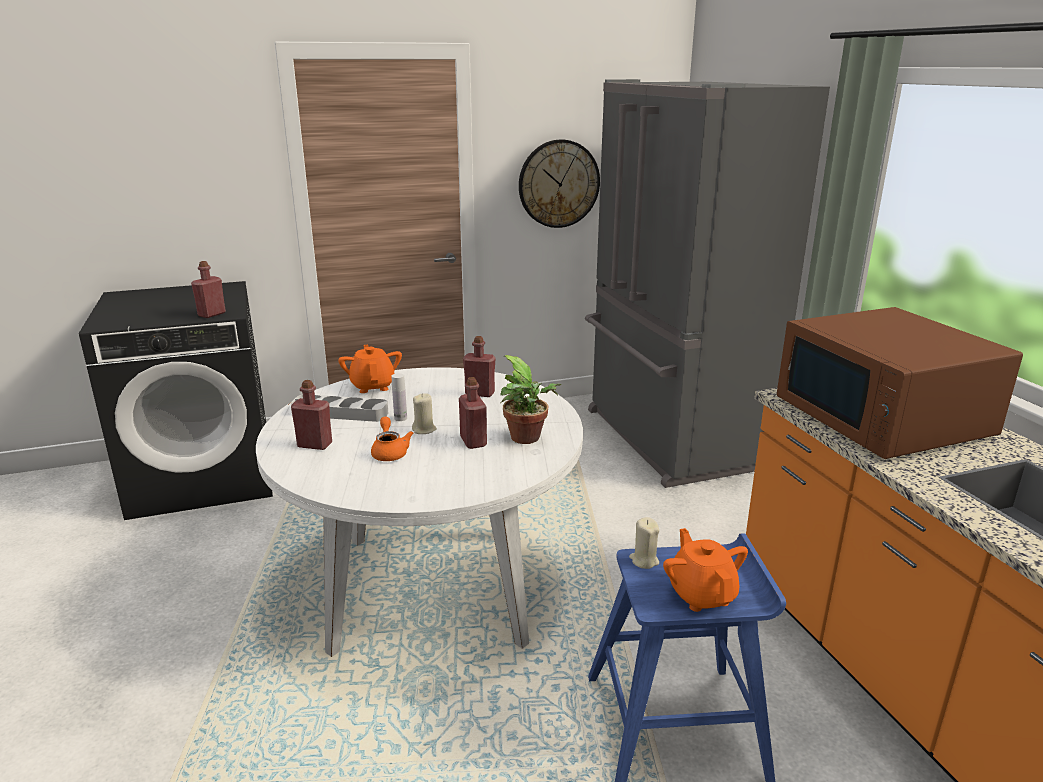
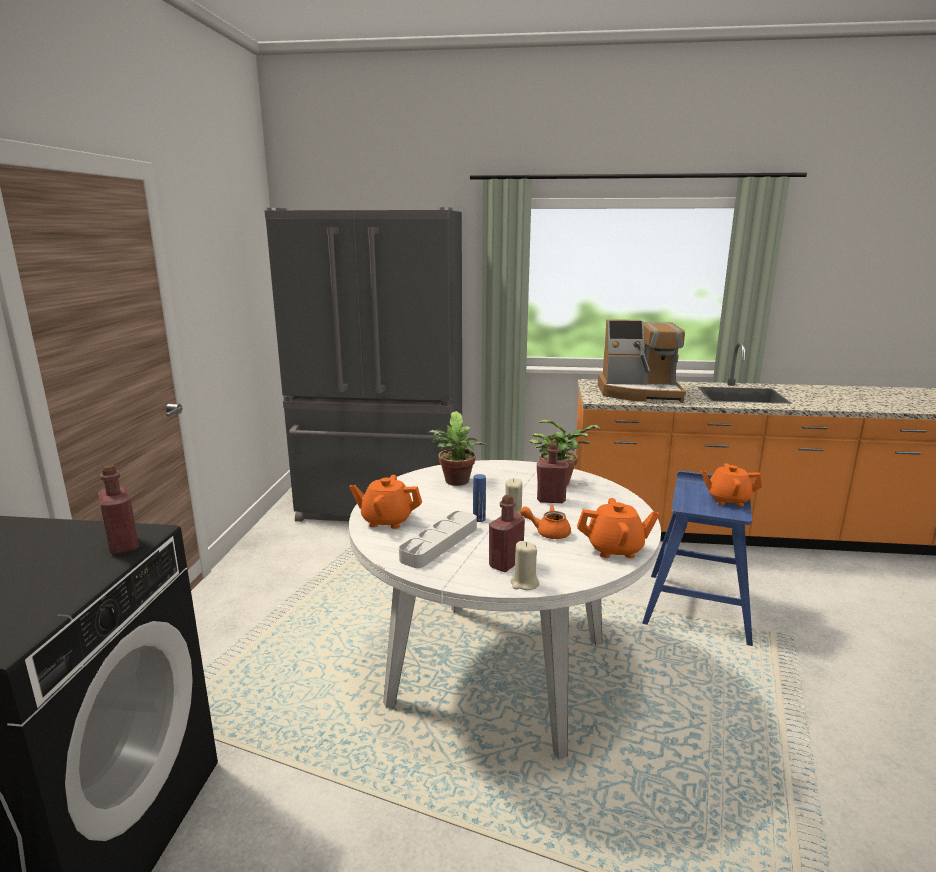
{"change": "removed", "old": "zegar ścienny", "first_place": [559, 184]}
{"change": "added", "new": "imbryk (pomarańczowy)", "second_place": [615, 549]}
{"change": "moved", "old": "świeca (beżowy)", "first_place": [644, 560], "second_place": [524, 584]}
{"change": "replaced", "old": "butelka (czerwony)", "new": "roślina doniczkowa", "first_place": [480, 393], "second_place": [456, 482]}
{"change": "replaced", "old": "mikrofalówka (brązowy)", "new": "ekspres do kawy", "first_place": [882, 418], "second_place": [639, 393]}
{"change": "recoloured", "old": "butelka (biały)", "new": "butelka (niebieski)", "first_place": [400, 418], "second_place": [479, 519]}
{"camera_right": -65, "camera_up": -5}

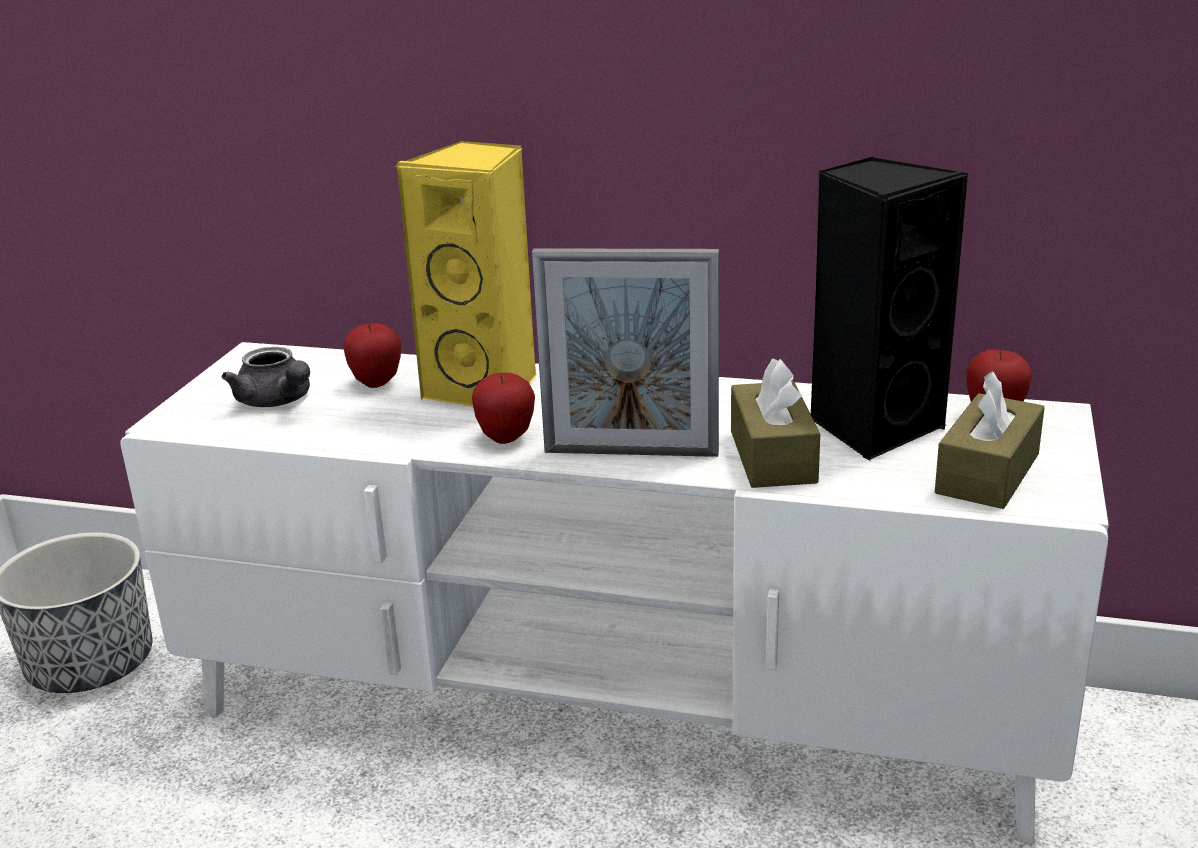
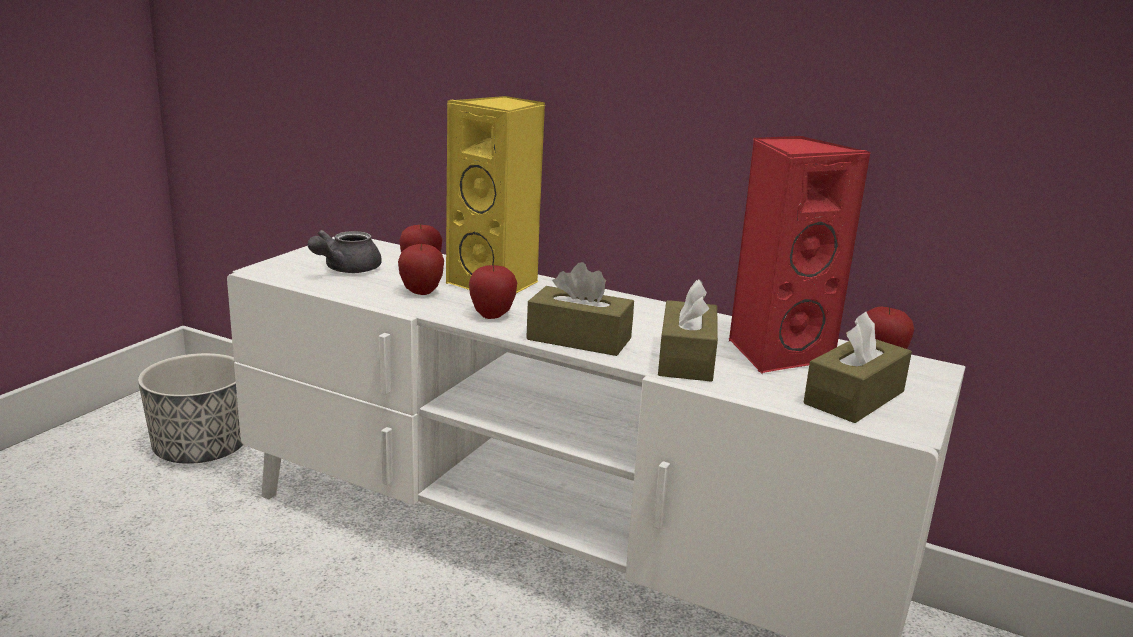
{"change": "added", "new": "jabłko", "second_place": [421, 292]}
{"change": "replaced", "old": "ramka na zdjęcie", "new": "pudełko chusteczek (brązowy)", "first_place": [631, 452], "second_place": [579, 339]}
{"change": "recoloured", "old": "głośnik (czarny)", "new": "głośnik (czerwony)", "first_place": [872, 427], "second_place": [776, 353]}
{"change": "turned", "old": "imbryk (szary)", "first_place": [277, 401], "second_place": [345, 269], "degrees": 60}
{"camera_right": 10, "camera_up": -5}

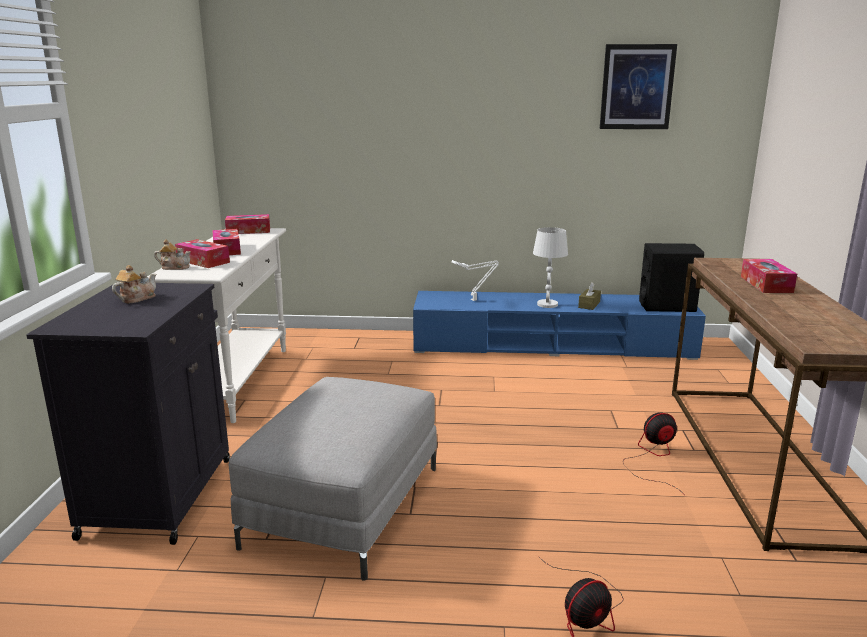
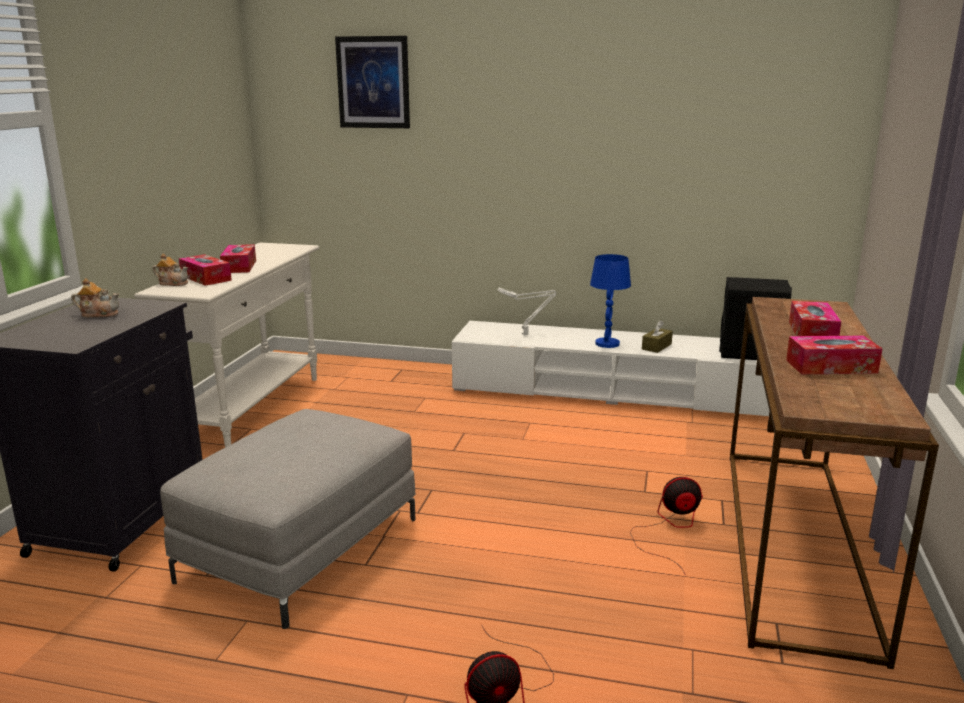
{"change": "moved", "old": "pudełko chusteczek", "first_place": [248, 231], "second_place": [831, 366]}
{"change": "moved", "old": "obraz", "first_place": [637, 87], "second_place": [373, 82]}
{"change": "recoloured", "old": "szafka pod telewizor (niebieski)", "new": "szafka pod telewizor (biały)", "first_place": [552, 345], "second_place": [615, 392]}
{"change": "recoloured", "old": "lampa stołowa (biały)", "new": "lampa stołowa (niebieski)", "first_place": [547, 304], "second_place": [607, 344]}
{"change": "turned", "old": "imbryk", "first_place": [136, 298], "second_place": [99, 314], "degrees": 45}
{"camera_right": 10, "camera_up": 0}

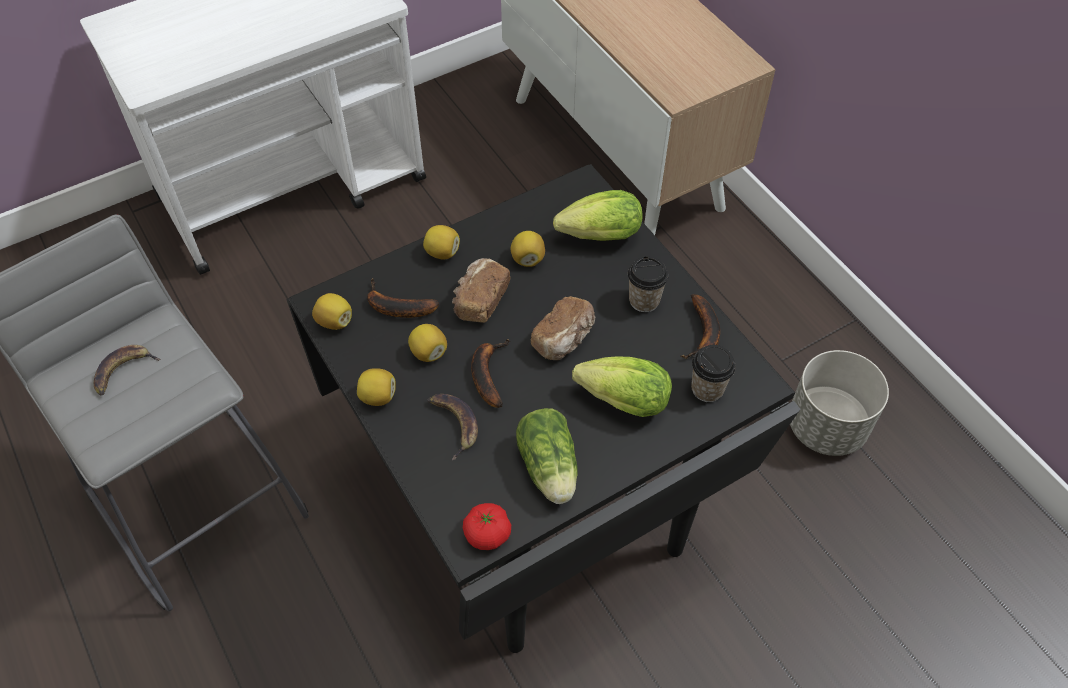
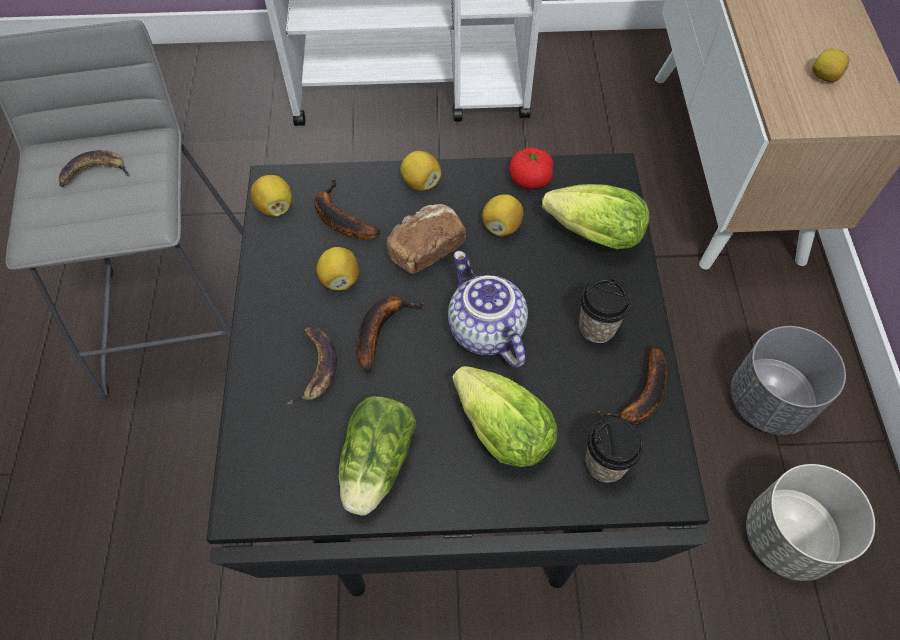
{"change": "added", "new": "donica (szary)", "second_place": [768, 401]}
{"change": "moved", "old": "cytryna", "first_place": [378, 396], "second_place": [825, 77]}
{"change": "moved", "old": "pomidor", "first_place": [487, 534], "second_place": [530, 179]}
{"change": "replaced", "old": "chleb", "new": "imbryk", "first_place": [564, 339], "second_place": [484, 330]}
{"camera_right": 30, "camera_up": 5}

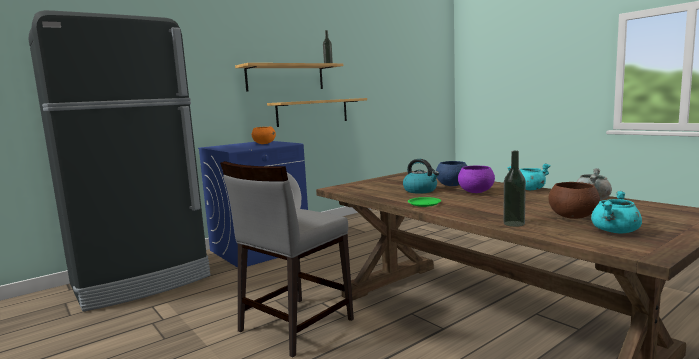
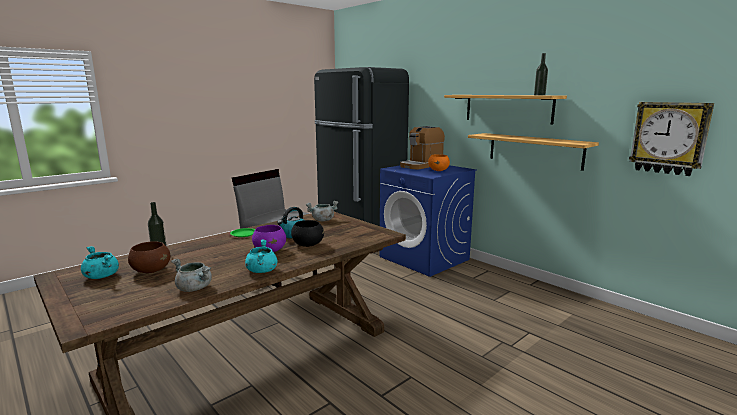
{"change": "added", "new": "garnek (szary)", "second_place": [323, 220]}
{"change": "added", "new": "ekspres do kawy", "second_place": [421, 165]}
{"change": "added", "new": "zegar ścienny", "second_place": [669, 138]}
{"change": "recoloured", "old": "miska (niebieski)", "new": "miska (czarny)", "first_place": [452, 185], "second_place": [308, 245]}
{"camera_right": 85, "camera_up": 5}

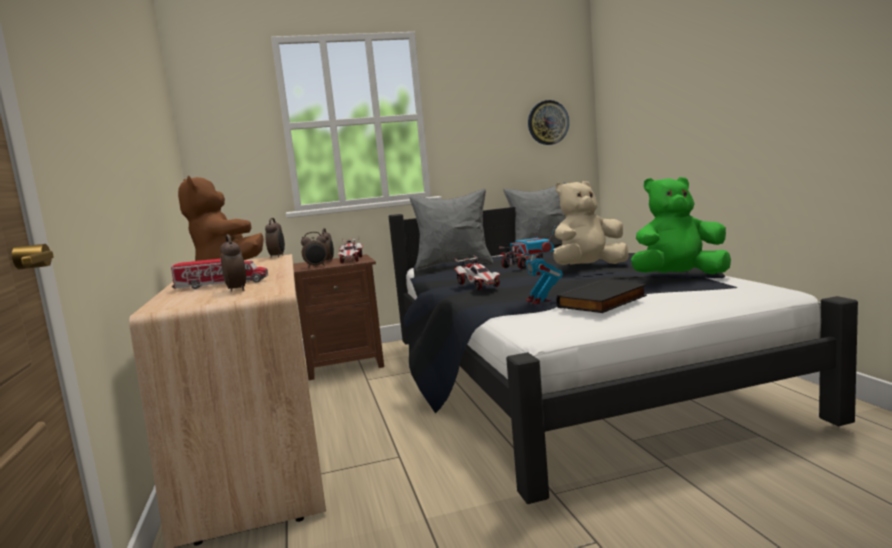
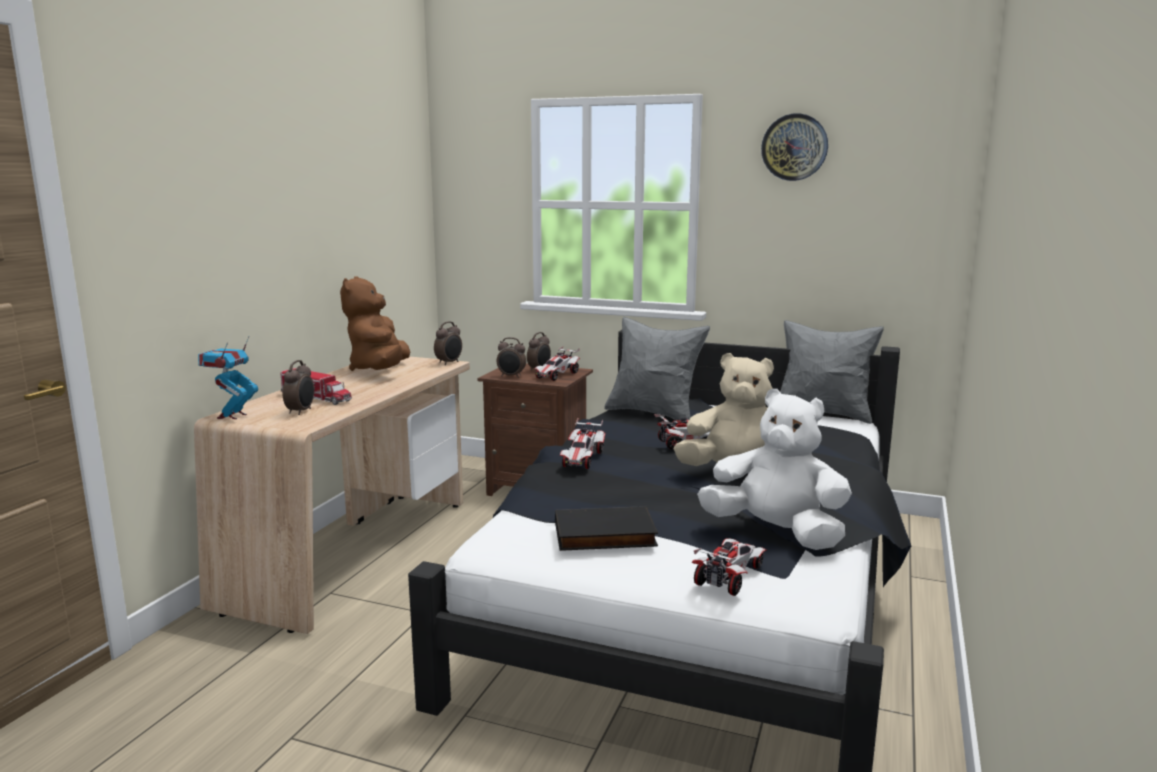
{"change": "added", "new": "samochodzik", "second_place": [729, 576]}
{"change": "moved", "old": "robot zabawkowy", "first_place": [538, 301], "second_place": [232, 416]}
{"change": "moved", "old": "zegar ścienny", "first_place": [548, 122], "second_place": [794, 147]}
{"change": "recoloured", "old": "pluszak (zielony)", "new": "pluszak (biały)", "first_place": [678, 277], "second_place": [775, 533]}
{"camera_right": 35, "camera_up": 5}

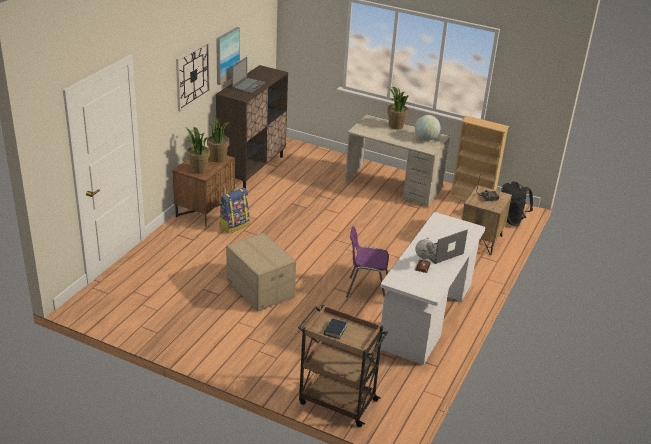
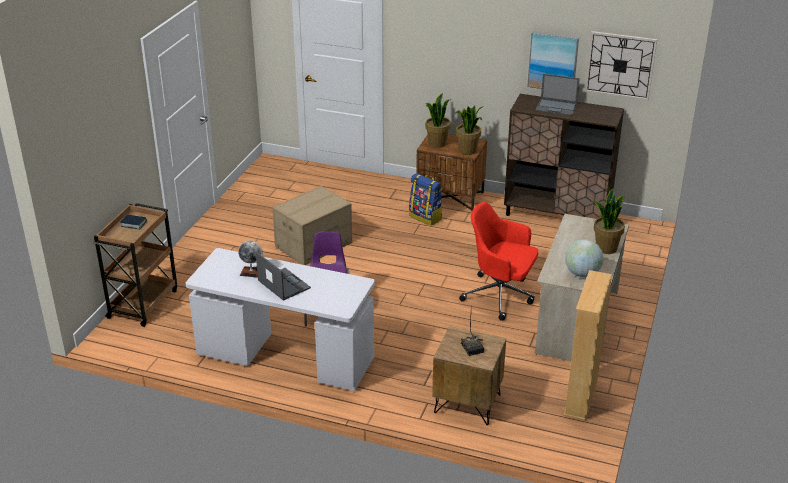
{"change": "removed", "old": "plecak (czarny)", "first_place": [511, 220]}
{"change": "added", "new": "krzesło biurowe (czerwony)", "second_place": [500, 296]}
{"change": "moved", "old": "zegar ścienny", "first_place": [192, 75], "second_place": [620, 65]}
{"camera_right": 85, "camera_up": 0}

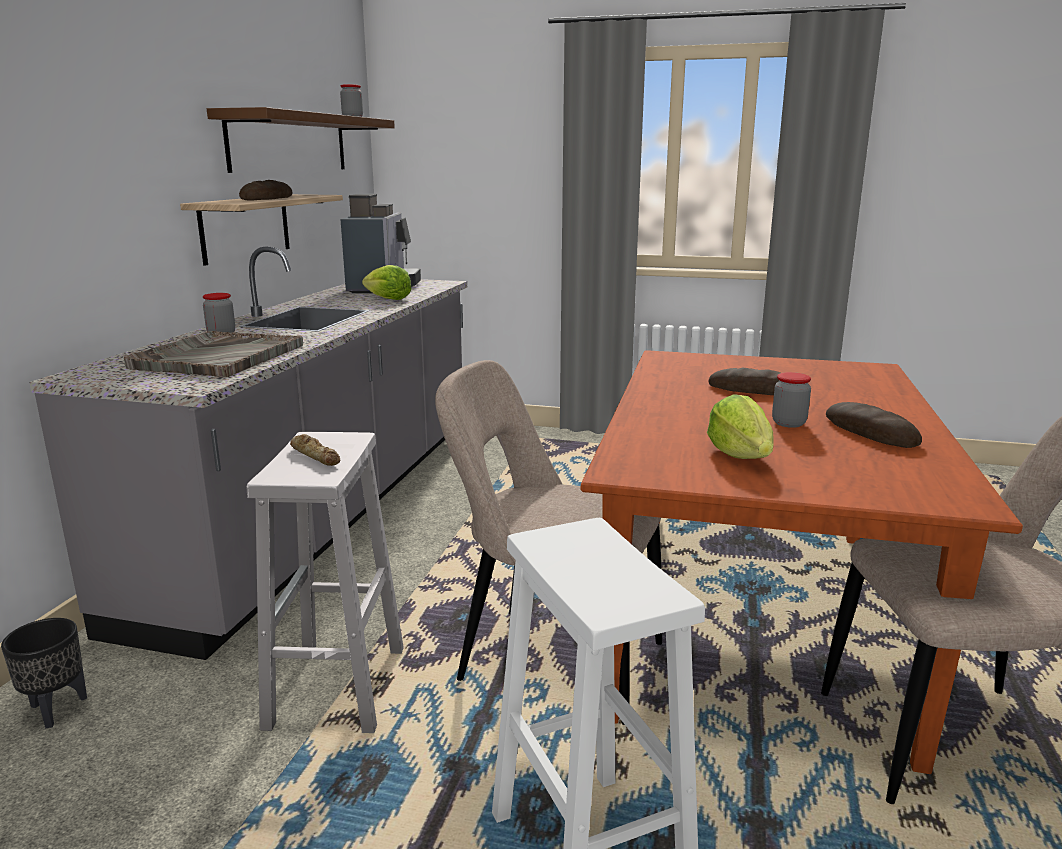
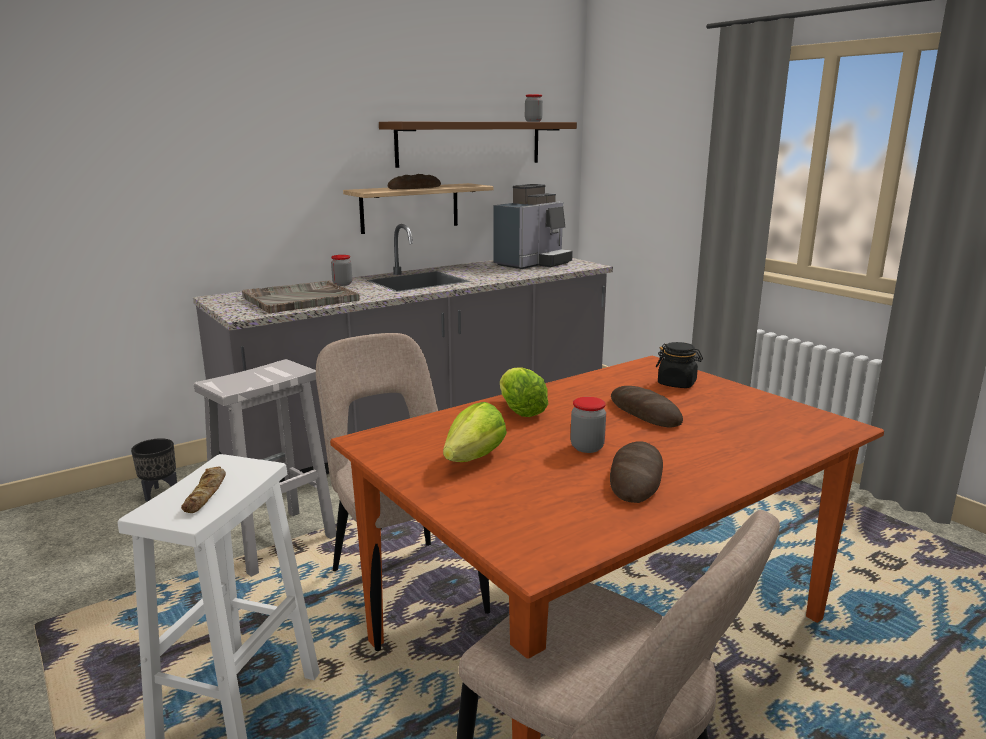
{"change": "added", "new": "słoik (czarny)", "second_place": [677, 383]}
{"change": "moved", "old": "chleb", "first_place": [316, 455], "second_place": [206, 494]}
{"change": "moved", "old": "sałata", "first_place": [388, 299], "second_place": [520, 410]}
{"camera_right": 40, "camera_up": 0}

